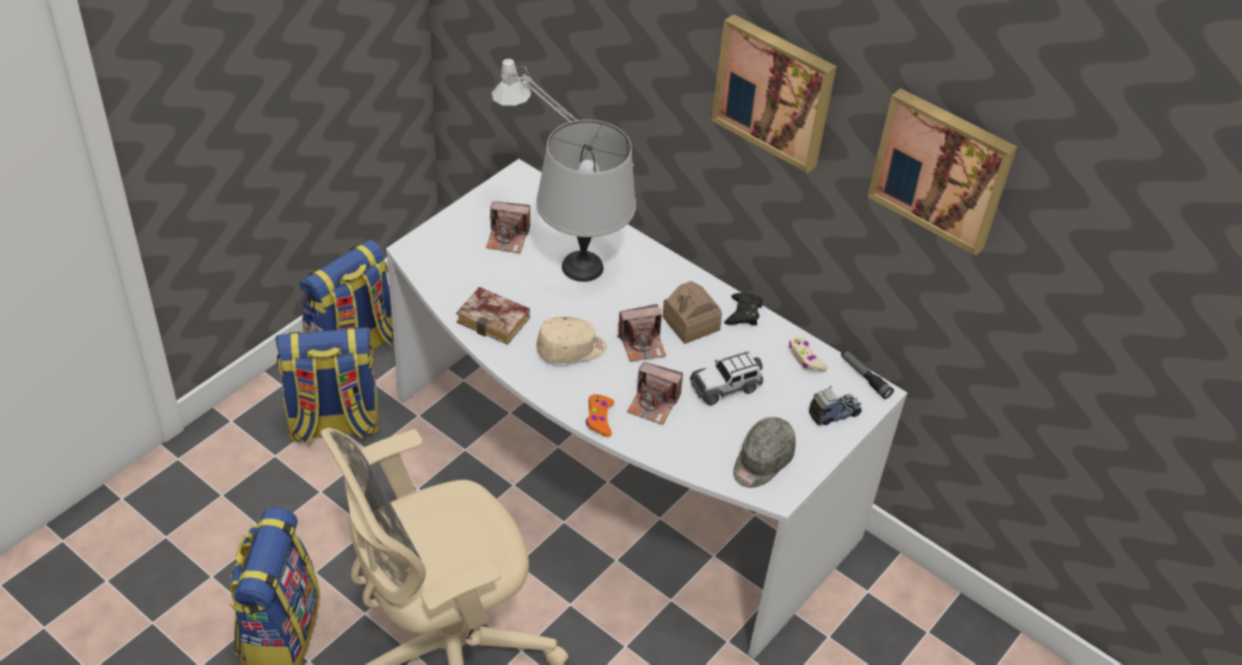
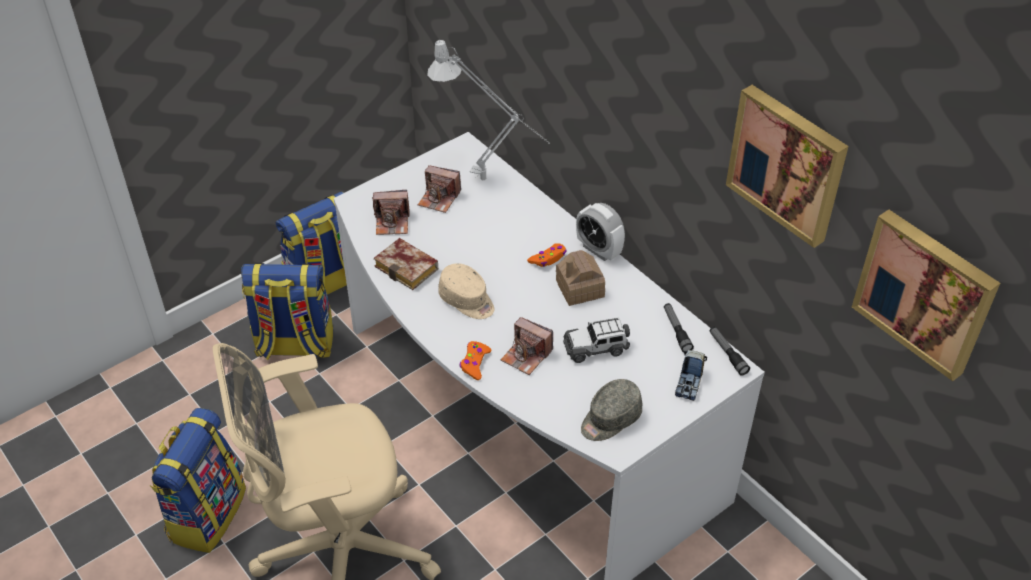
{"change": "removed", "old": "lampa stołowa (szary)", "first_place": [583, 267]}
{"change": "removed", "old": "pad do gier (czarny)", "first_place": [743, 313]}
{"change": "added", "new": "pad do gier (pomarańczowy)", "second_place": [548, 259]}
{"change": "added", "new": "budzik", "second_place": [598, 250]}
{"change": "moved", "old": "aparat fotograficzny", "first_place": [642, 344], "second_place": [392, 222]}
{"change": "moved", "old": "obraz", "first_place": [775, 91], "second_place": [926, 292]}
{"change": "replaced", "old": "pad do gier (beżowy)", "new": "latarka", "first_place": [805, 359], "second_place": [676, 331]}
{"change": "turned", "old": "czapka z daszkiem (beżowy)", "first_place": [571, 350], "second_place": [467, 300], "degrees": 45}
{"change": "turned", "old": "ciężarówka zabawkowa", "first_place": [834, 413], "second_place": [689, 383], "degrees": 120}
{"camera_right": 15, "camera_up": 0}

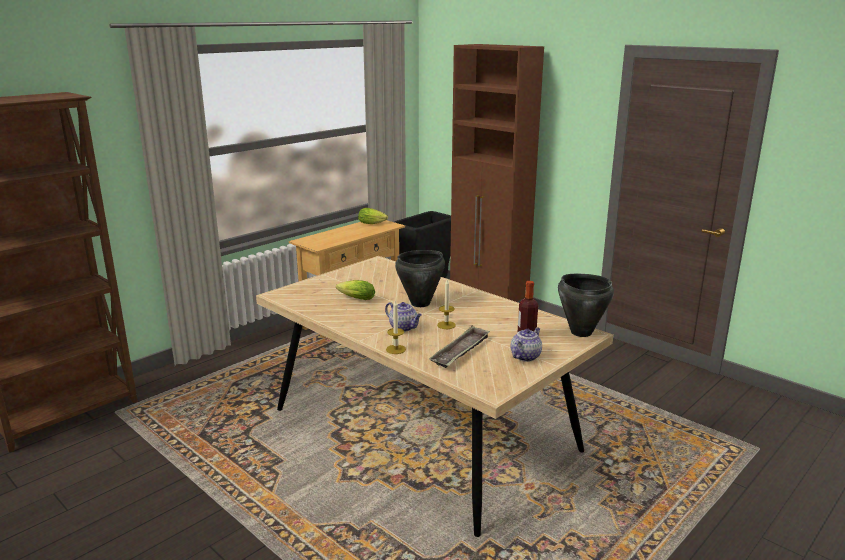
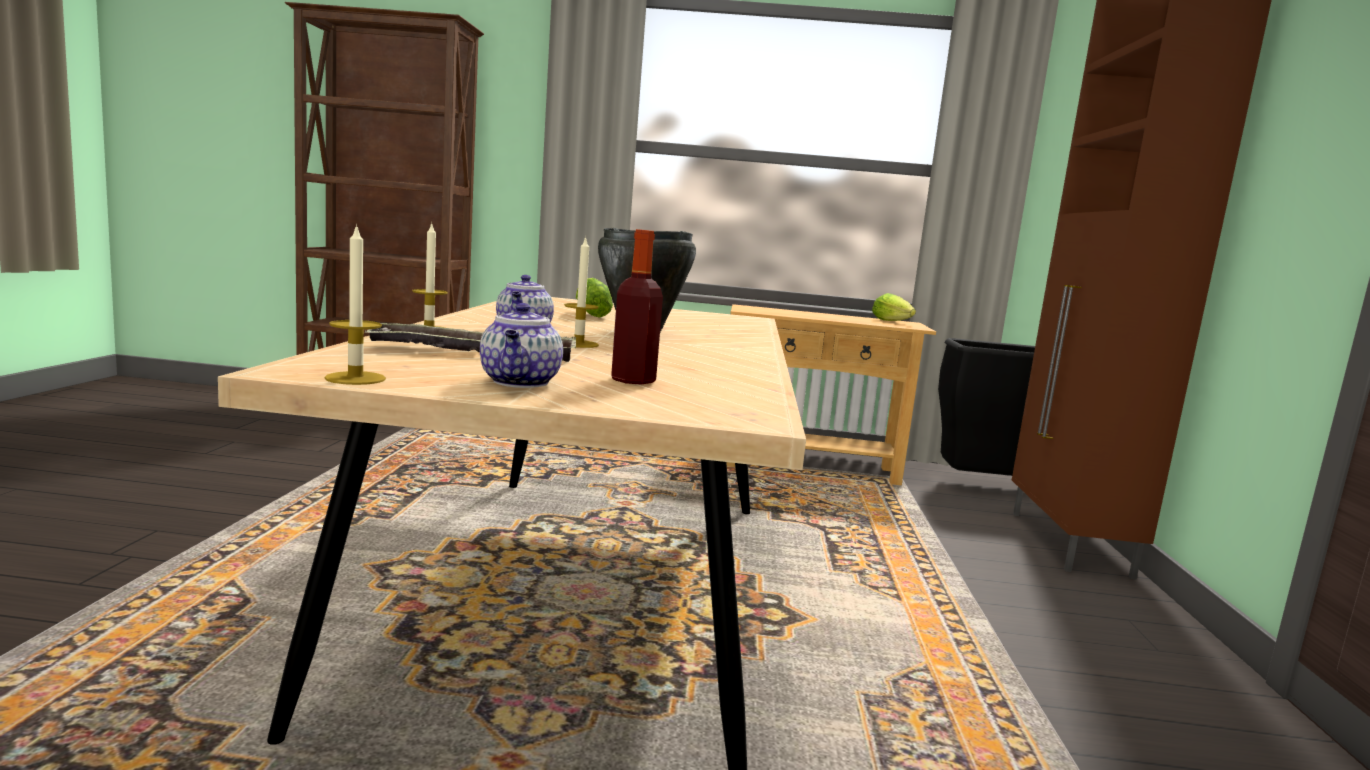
{"change": "removed", "old": "garnek (czarny)", "first_place": [580, 332]}
{"change": "added", "new": "świeca", "second_place": [355, 378]}
{"change": "turned", "old": "imbryk", "first_place": [525, 356], "second_place": [520, 382], "degrees": 90}
{"camera_right": 50, "camera_up": -10}

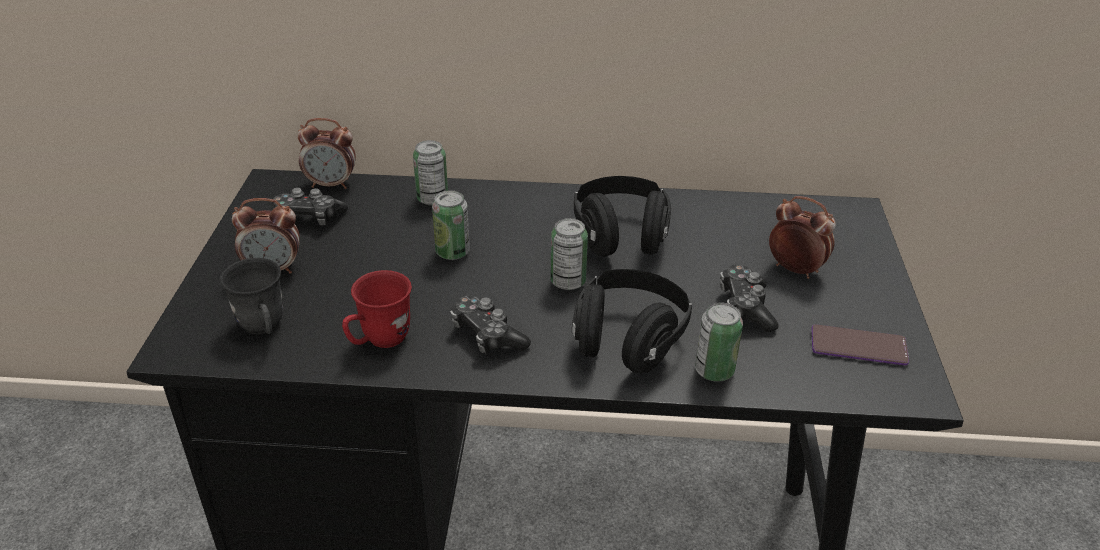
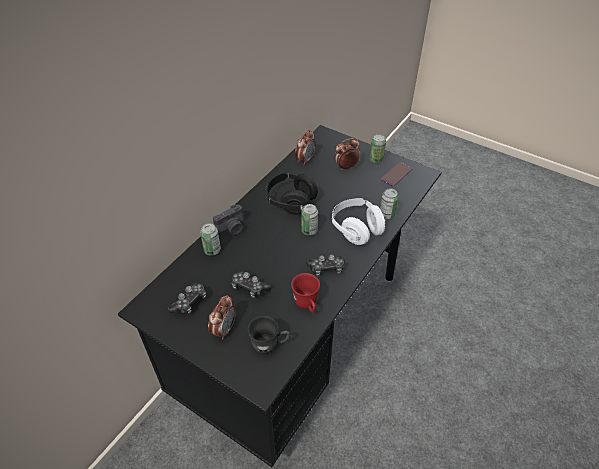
{"change": "added", "new": "aparat fotograficzny", "second_place": [232, 228]}
{"change": "moved", "old": "budzik", "first_place": [331, 184], "second_place": [305, 160]}
{"change": "moved", "old": "puszka", "first_place": [452, 252], "second_place": [376, 159]}
{"change": "moved", "old": "pad do gier", "first_place": [745, 307], "second_place": [250, 288]}
{"change": "recoloured", "old": "słuchawki (czarny)", "new": "słuchawki (biały)", "first_place": [628, 340], "second_place": [356, 229]}
{"camera_right": -60, "camera_up": 10}

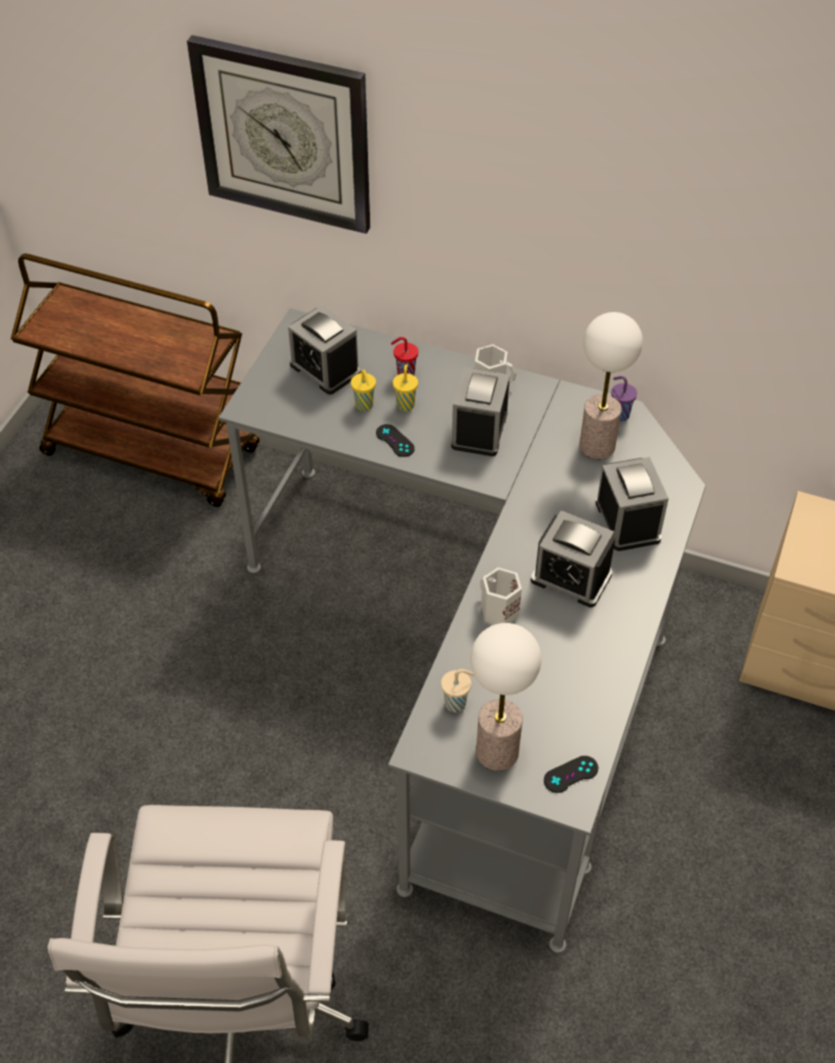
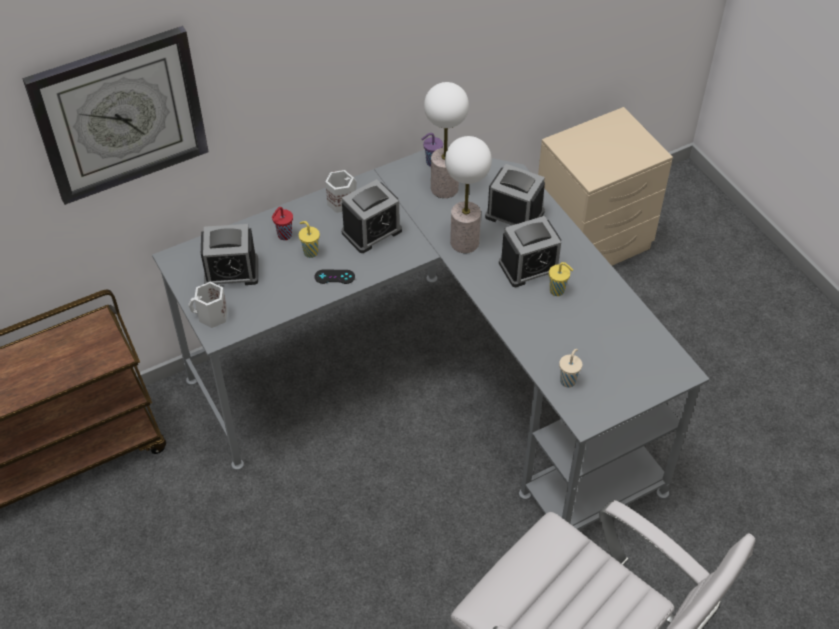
{"change": "removed", "old": "pad do gier (czarny)", "first_place": [571, 774]}
{"change": "moved", "old": "filiżanka (żółty)", "first_place": [364, 406], "second_place": [558, 291]}
{"change": "moved", "old": "lampa stołowa", "first_place": [498, 751], "second_place": [464, 242]}
{"change": "moved", "old": "kubek (biały)", "first_place": [497, 610], "second_place": [211, 316]}
{"change": "turned", "old": "budzik", "first_place": [479, 430], "second_place": [371, 231], "degrees": -90}
{"camera_right": -50, "camera_up": 0}

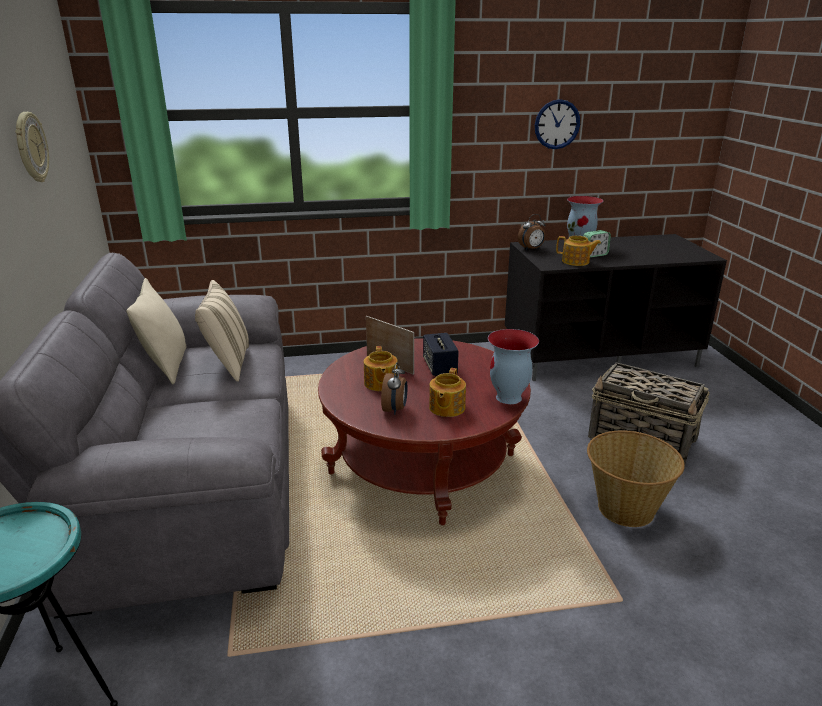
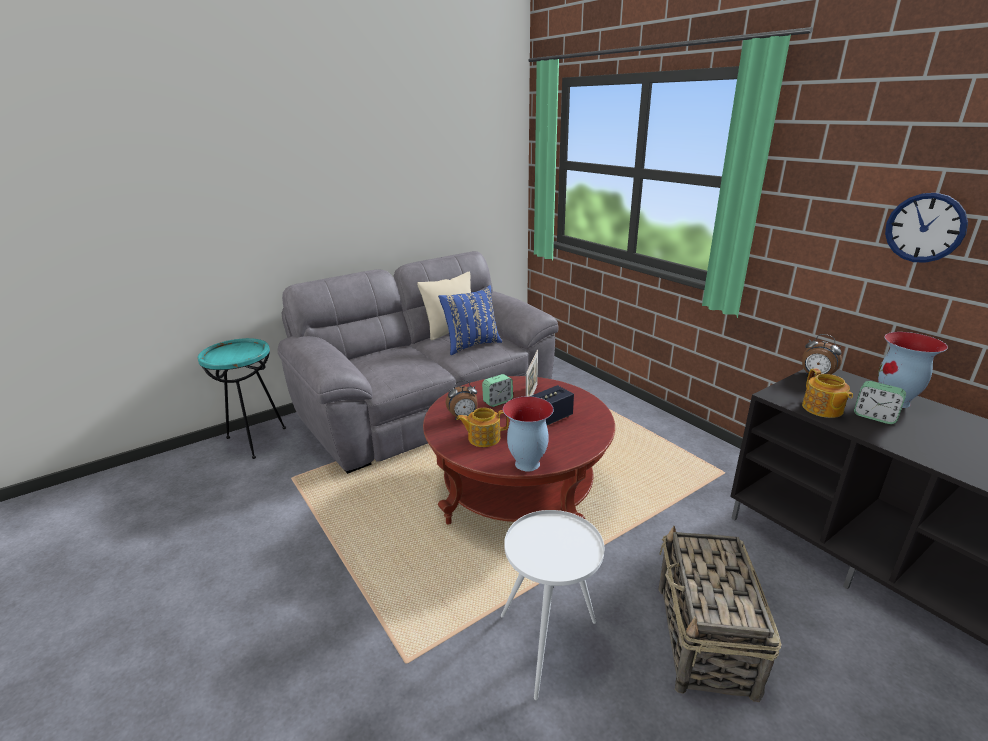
{"change": "removed", "old": "zegar ścienny", "first_place": [30, 147]}
{"change": "replaced", "old": "imbryk", "new": "budzik", "first_place": [380, 383], "second_place": [497, 401]}
{"change": "replaced", "old": "koszyk", "new": "stolik (biały)", "first_place": [625, 508], "second_place": [549, 643]}
{"change": "recoloured", "old": "poduszka (beżowy)", "new": "poduszka (niebieski)", "first_place": [228, 364], "second_place": [471, 345]}
{"camera_right": 65, "camera_up": 0}

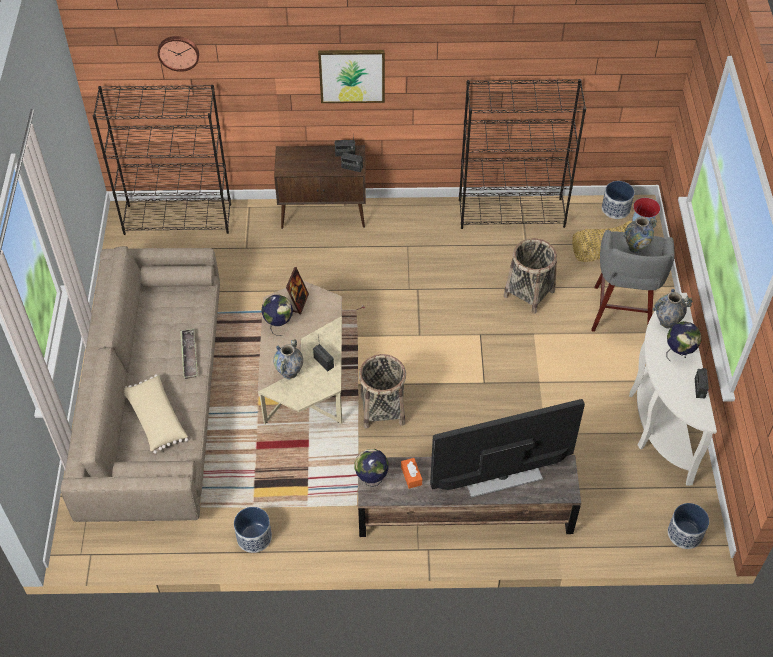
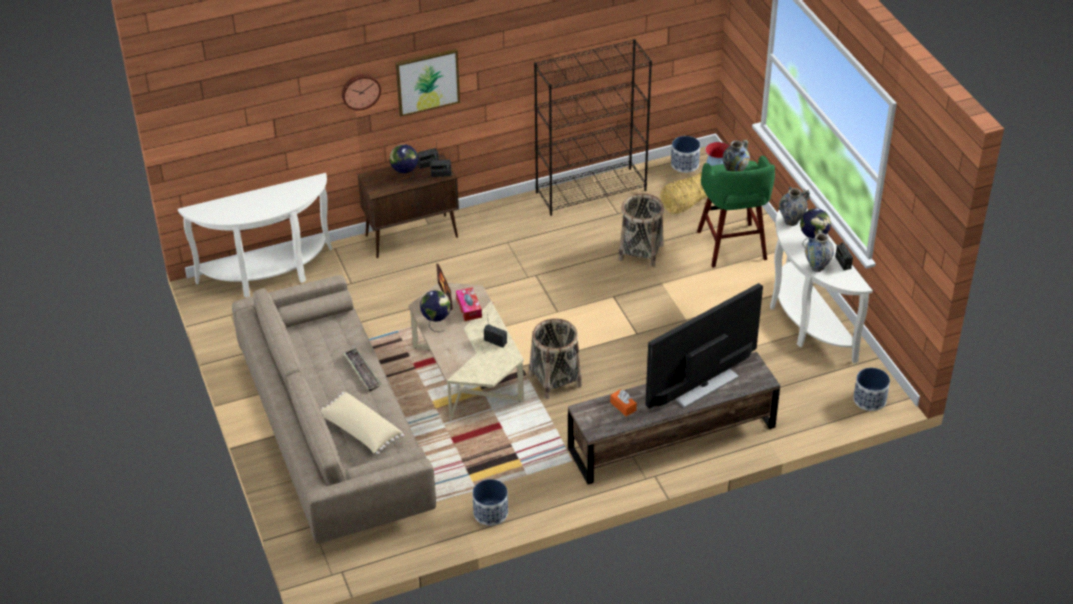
{"change": "added", "new": "pudełko chusteczek", "second_place": [469, 308]}
{"change": "moved", "old": "zegar ścienny", "first_place": [178, 52], "second_place": [360, 91]}
{"change": "moved", "old": "wazon", "first_place": [289, 373], "second_place": [817, 267]}
{"change": "moved", "old": "globus", "first_place": [371, 479], "second_place": [405, 176]}
{"change": "replaced", "old": "regał (czarny)", "new": "stolik konsolowy (biały)", "first_place": [178, 219], "second_place": [268, 276]}
{"change": "recoloured", "old": "stołek (szary)", "new": "stołek (zielony)", "first_place": [621, 314], "second_place": [732, 247]}
{"camera_right": -20, "camera_up": -10}

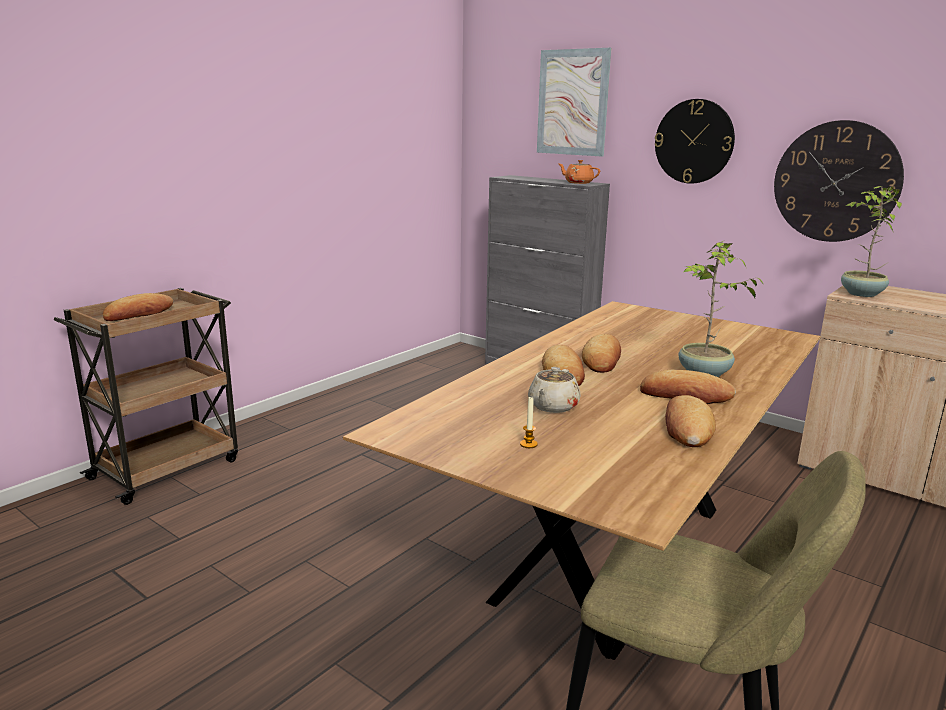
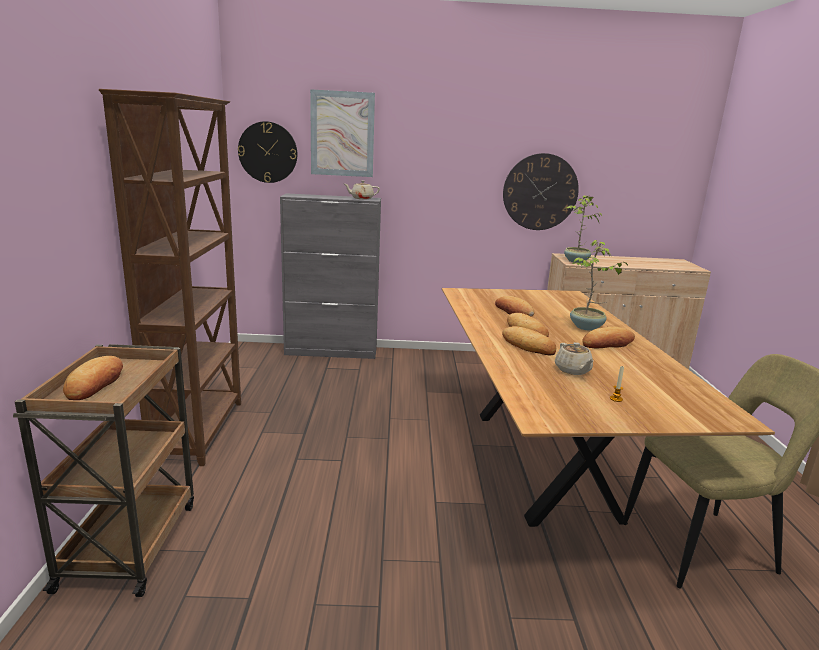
{"change": "added", "new": "regał (brązowy)", "second_place": [200, 430]}
{"change": "moved", "old": "zegar ścienny", "first_place": [694, 141], "second_place": [268, 152]}
{"change": "moved", "old": "chleb", "first_place": [687, 428], "second_place": [514, 311]}
{"change": "recoloured", "old": "imbryk (pomarańczowy)", "new": "imbryk (beżowy)", "first_place": [578, 183], "second_place": [361, 198]}
{"camera_right": -40, "camera_up": 0}

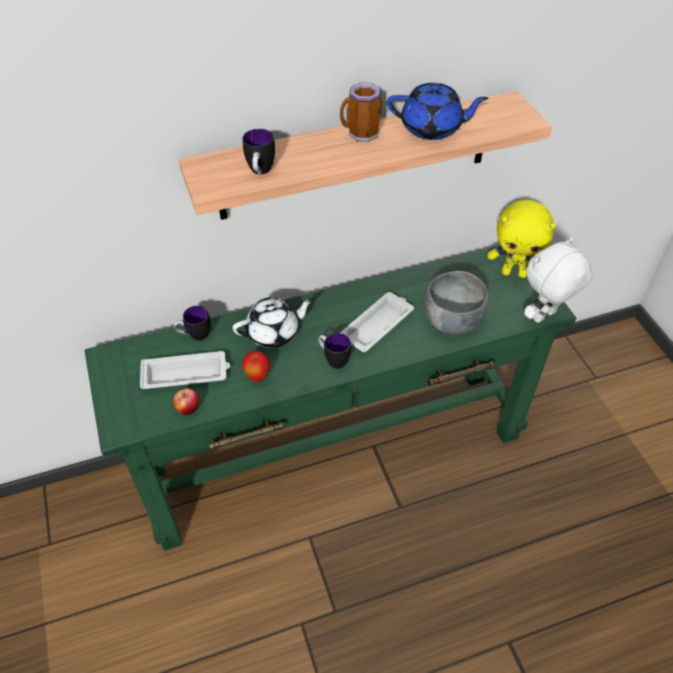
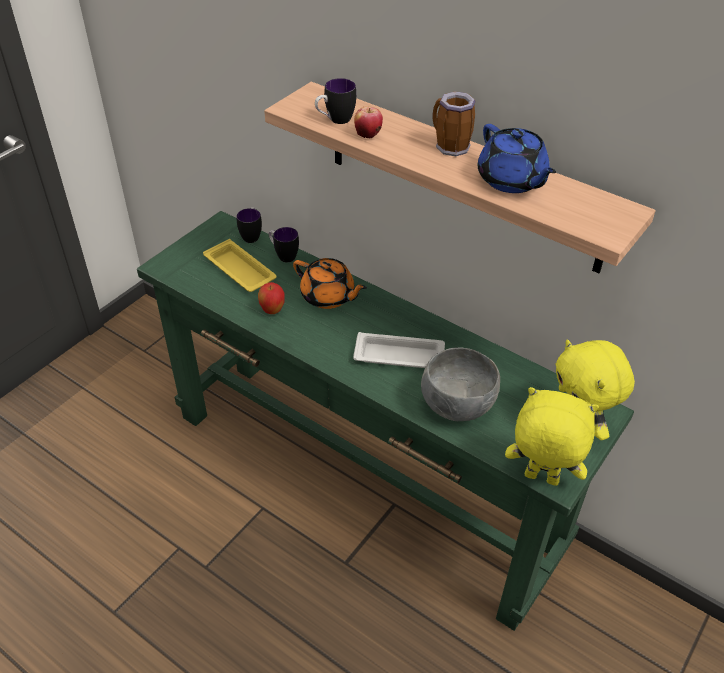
{"change": "moved", "old": "jabłko", "first_place": [188, 409], "second_place": [368, 135]}
{"change": "moved", "old": "kubek", "first_place": [333, 360], "second_place": [251, 235]}
{"change": "recoloured", "old": "taca (biały)", "new": "taca (żółty)", "first_place": [186, 374], "second_place": [241, 271]}
{"change": "recoloured", "old": "imbryk (biały)", "new": "imbryk (pomarańczowy)", "first_place": [274, 333], "second_place": [328, 297]}
{"change": "recoloured", "old": "pluszak (biały)", "new": "pluszak (żółty)", "first_place": [544, 317], "second_place": [540, 479]}
{"camera_right": 55, "camera_up": -5}

